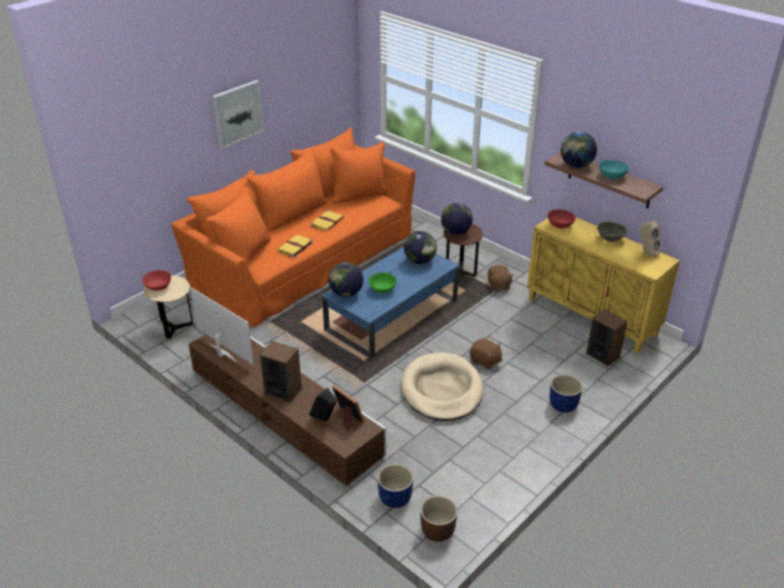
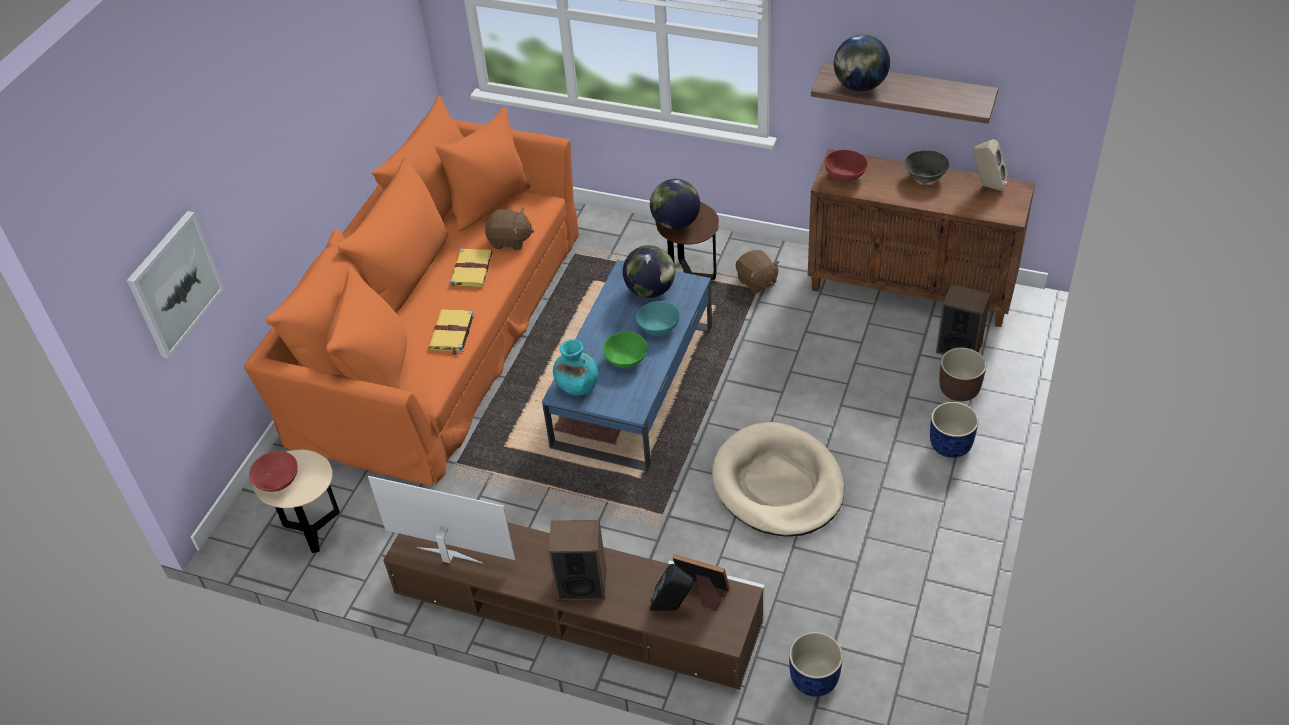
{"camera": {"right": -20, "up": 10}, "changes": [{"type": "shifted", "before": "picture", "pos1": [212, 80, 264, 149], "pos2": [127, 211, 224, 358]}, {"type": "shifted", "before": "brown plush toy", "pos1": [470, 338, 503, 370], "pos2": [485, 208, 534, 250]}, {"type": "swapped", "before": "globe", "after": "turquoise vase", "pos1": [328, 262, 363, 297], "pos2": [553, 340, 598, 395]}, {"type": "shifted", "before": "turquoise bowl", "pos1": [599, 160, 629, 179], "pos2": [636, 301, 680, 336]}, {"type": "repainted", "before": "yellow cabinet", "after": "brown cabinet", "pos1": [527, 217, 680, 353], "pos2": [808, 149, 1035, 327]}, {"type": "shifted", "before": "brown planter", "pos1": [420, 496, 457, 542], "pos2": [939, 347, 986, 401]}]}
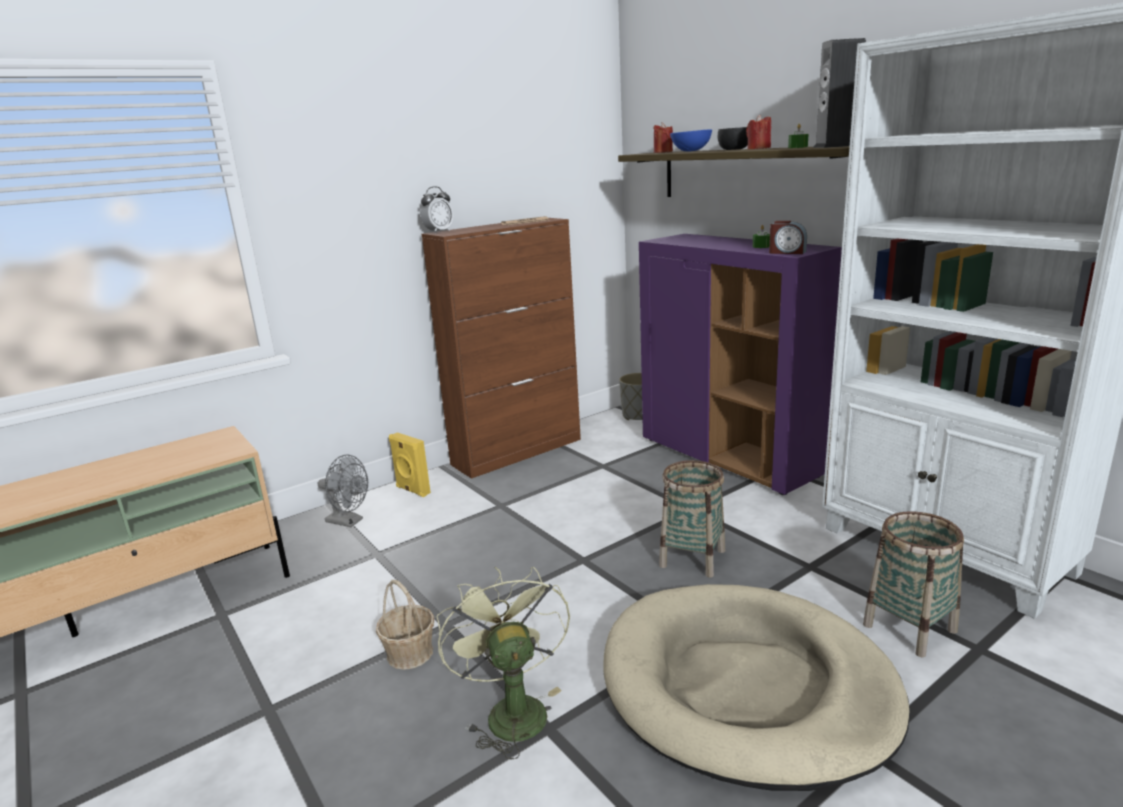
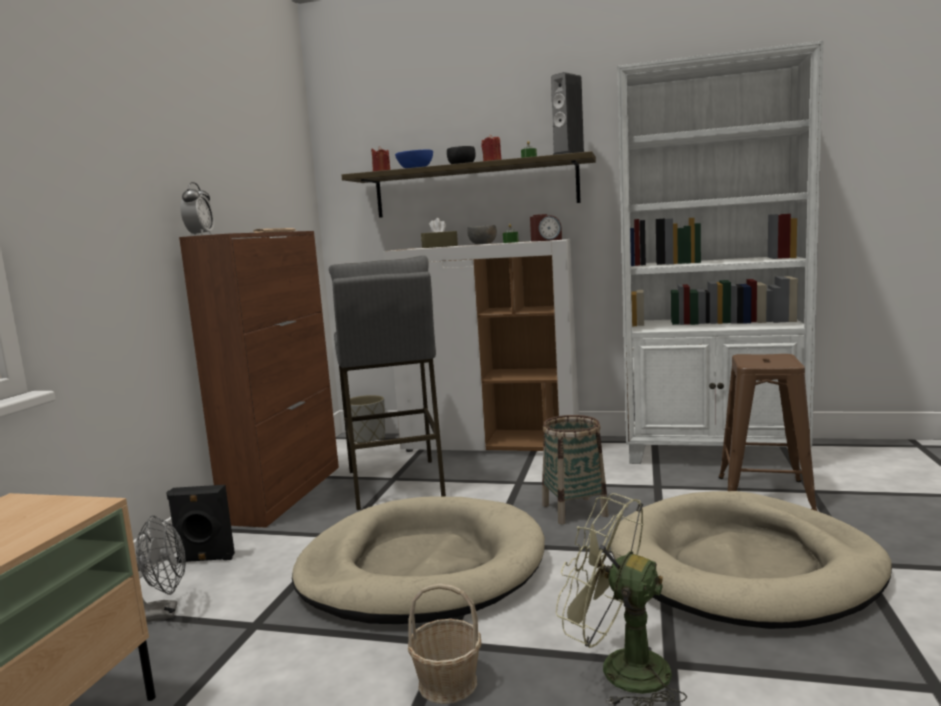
{"camera": {"right": -40, "up": -10}, "changes": [{"type": "repainted", "before": "yellow speaker", "after": "black speaker", "pos1": [389, 433, 431, 497], "pos2": [166, 485, 235, 563]}, {"type": "new", "after": "beige dog bed", "pos2": [292, 496, 545, 624]}, {"type": "new", "after": "grey stool", "pos2": [329, 255, 446, 510]}, {"type": "repainted", "before": "purple cabinet", "after": "white cabinet", "pos1": [639, 234, 842, 495], "pos2": [383, 239, 579, 452]}, {"type": "new", "after": "brown tissue box", "pos2": [421, 218, 458, 248]}, {"type": "new", "after": "grey bowl", "pos2": [467, 225, 497, 244]}, {"type": "swapped", "before": "basket", "after": "brown stool", "pos1": [863, 511, 964, 657], "pos2": [718, 354, 817, 511]}]}
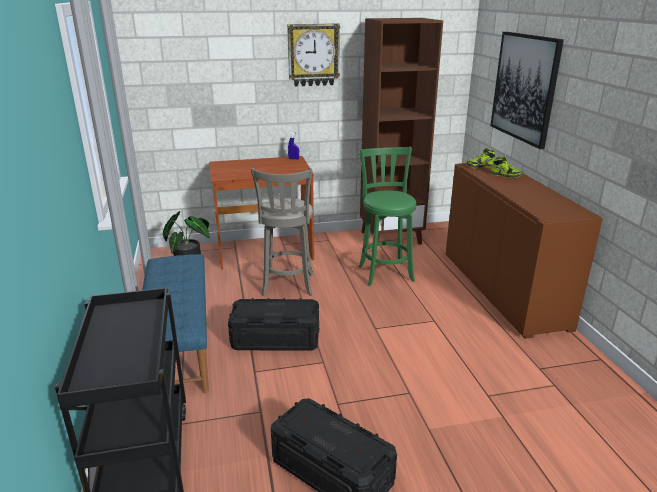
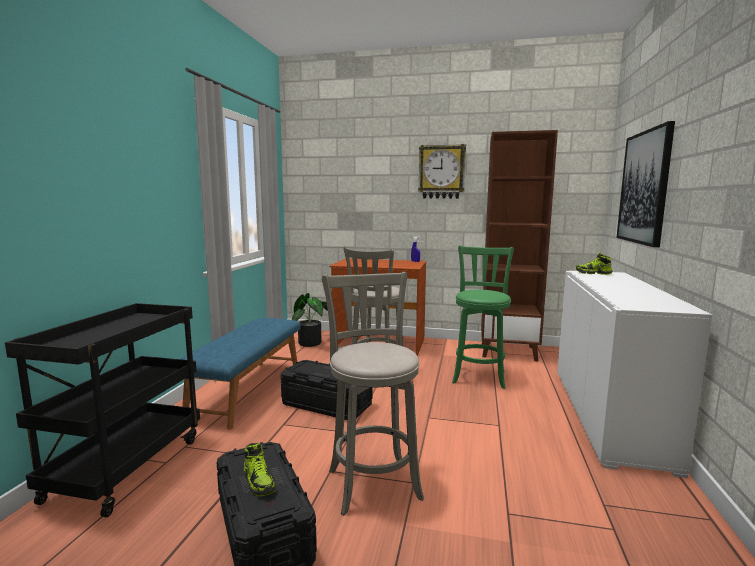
{"camera": {"right": 25, "up": -15}, "changes": [{"type": "shifted", "before": "shoe", "pos1": [490, 155, 523, 178], "pos2": [244, 443, 276, 496]}, {"type": "new", "after": "grey stool", "pos2": [322, 272, 424, 515]}, {"type": "repainted", "before": "brown cabinet", "after": "white cabinet", "pos1": [446, 163, 603, 339], "pos2": [557, 271, 712, 478]}]}
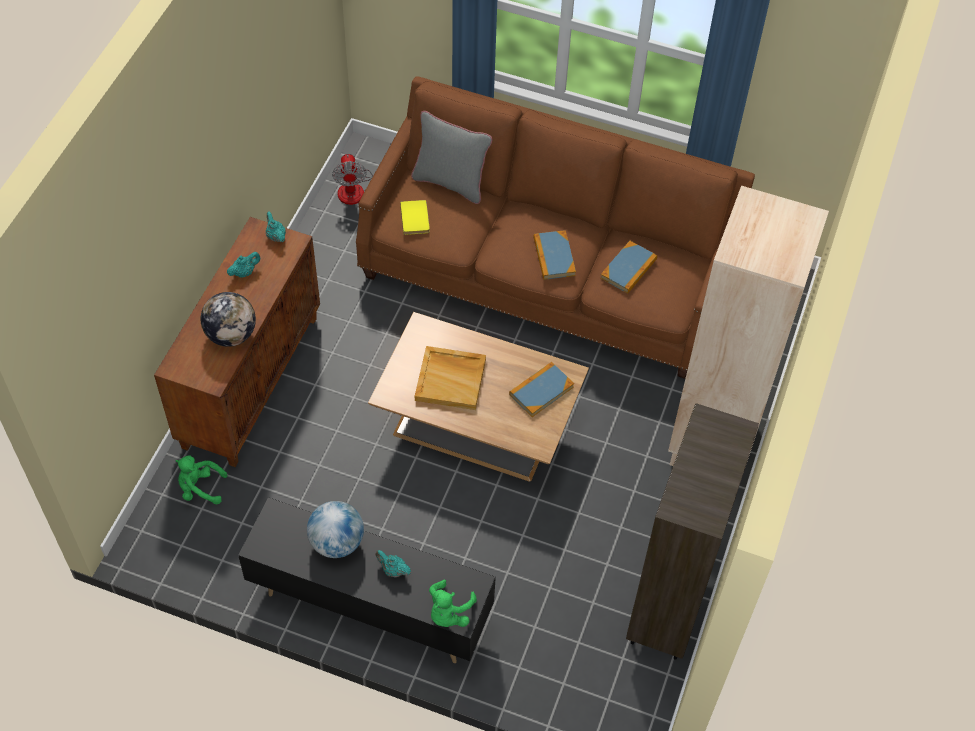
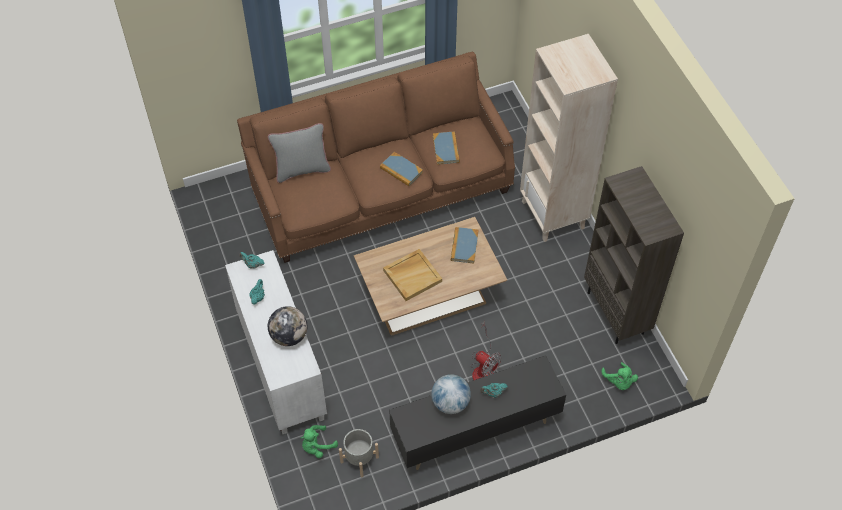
{"camera": {"right": -40, "up": 0}, "changes": [{"type": "repainted", "before": "brown cabinet", "after": "white cabinet", "pos1": [154, 217, 320, 467], "pos2": [225, 250, 327, 434]}, {"type": "new", "after": "grey planter", "pos2": [339, 429, 379, 477]}, {"type": "shifted", "before": "fan", "pos1": [332, 143, 391, 205], "pos2": [470, 320, 502, 381]}, {"type": "shifted", "before": "green plush toy", "pos1": [429, 579, 477, 627], "pos2": [601, 362, 638, 390]}, {"type": "gone", "before": "yellow book", "pos1": [400, 200, 430, 235]}]}
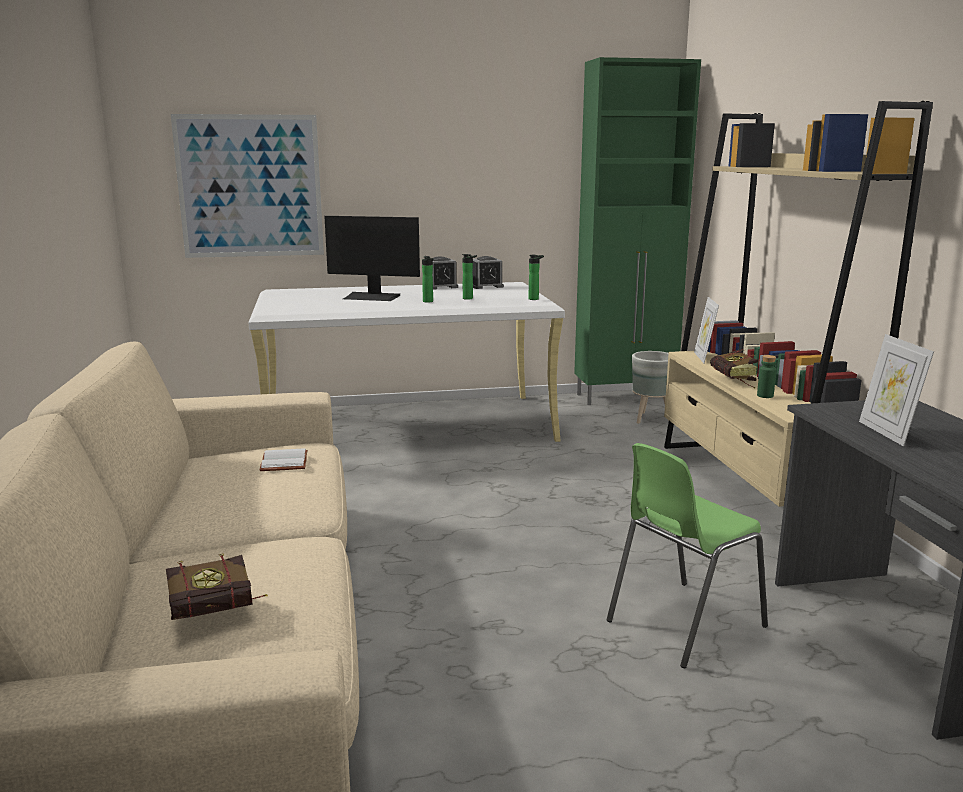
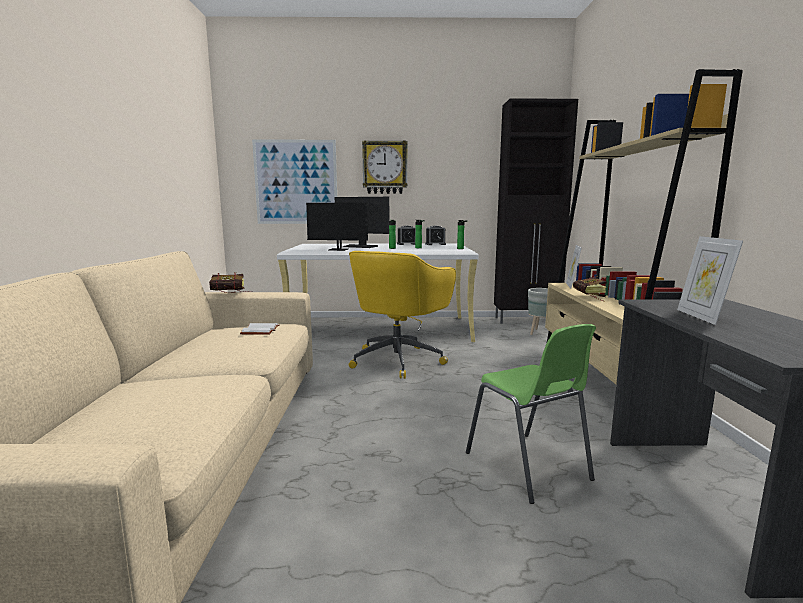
{"camera": {"right": 10, "up": -5}, "changes": [{"type": "shifted", "before": "book", "pos1": [166, 553, 268, 620], "pos2": [209, 272, 252, 293]}, {"type": "new", "after": "monitor", "pos2": [306, 203, 388, 251]}, {"type": "new", "after": "yellow office chair", "pos2": [349, 251, 456, 379]}, {"type": "new", "after": "wall clock", "pos2": [362, 140, 408, 194]}, {"type": "rotated", "before": "green chair", "pos1": [607, 443, 768, 668], "pos2": [466, 324, 596, 504], "turn": -90}, {"type": "repainted", "before": "green cabinet", "after": "black cabinet", "pos1": [574, 57, 701, 405], "pos2": [494, 99, 578, 324]}, {"type": "gone", "before": "green bottle", "pos1": [757, 355, 776, 398]}]}
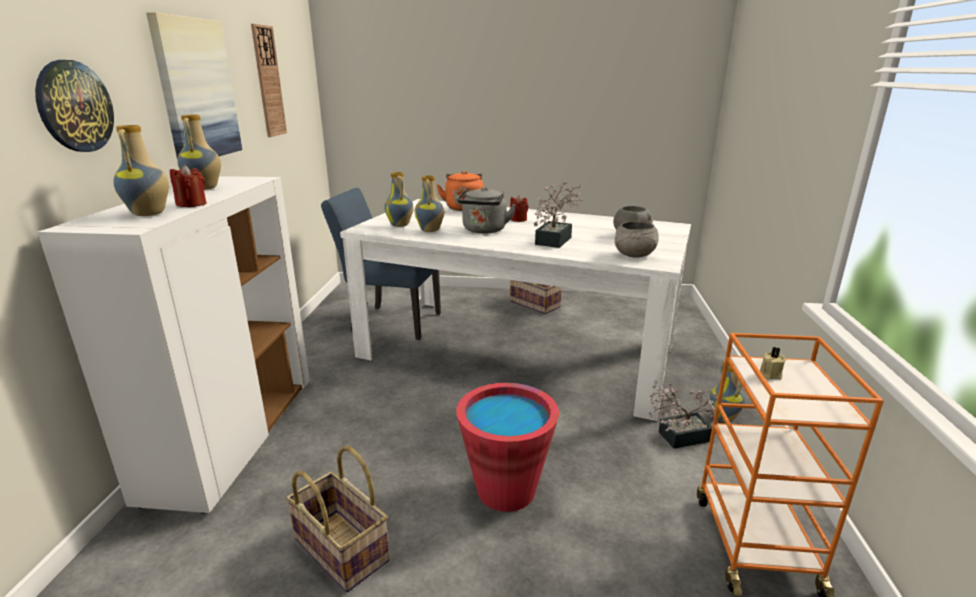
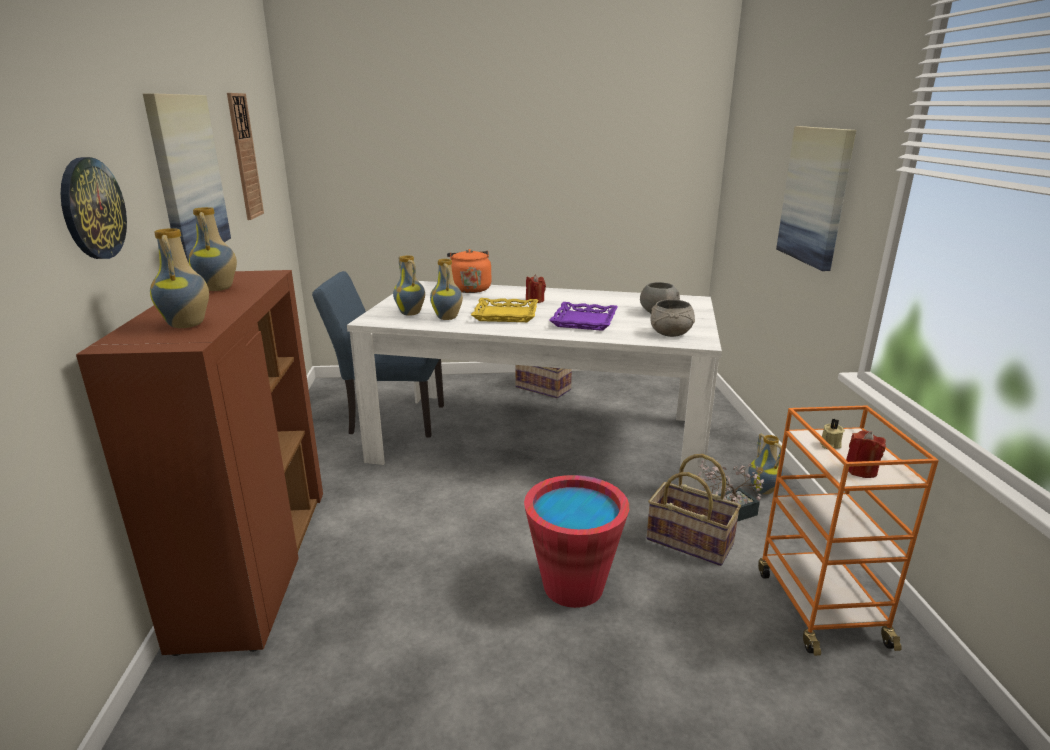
{"camera": {"right": -10, "up": 0}, "changes": [{"type": "repainted", "before": "white cabinet", "after": "brown cabinet", "pos1": [38, 176, 310, 514], "pos2": [76, 270, 323, 656]}, {"type": "swapped", "before": "grey kettle", "after": "yellow tray", "pos1": [457, 187, 516, 234], "pos2": [471, 298, 538, 322]}, {"type": "swapped", "before": "potted plant", "after": "purple tray", "pos1": [534, 181, 582, 248], "pos2": [549, 302, 618, 331]}, {"type": "shifted", "before": "basket", "pos1": [286, 446, 390, 592], "pos2": [647, 454, 741, 566]}, {"type": "new", "after": "picture", "pos2": [776, 126, 856, 271]}, {"type": "shifted", "before": "red candle", "pos1": [170, 165, 207, 207], "pos2": [846, 430, 886, 478]}]}
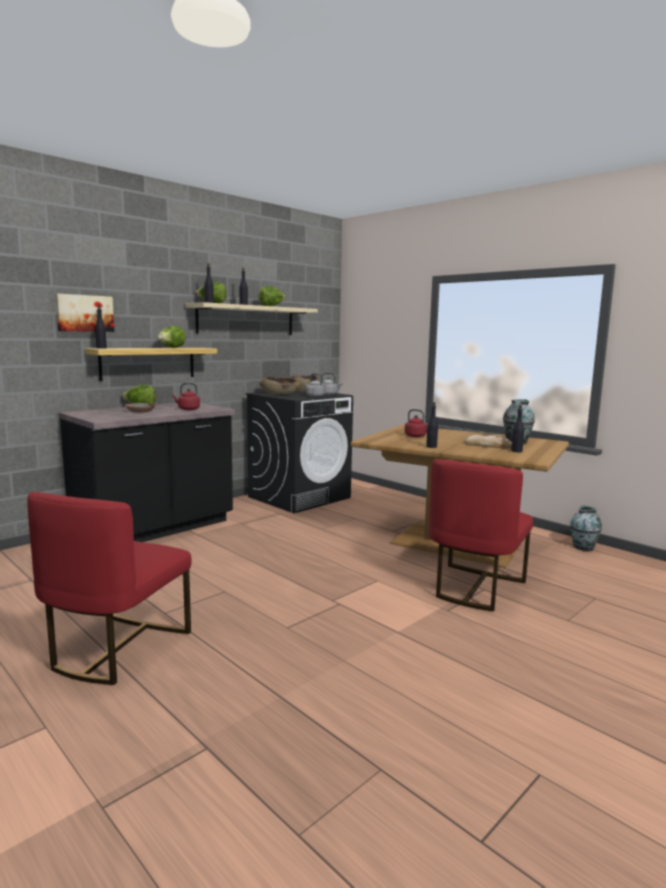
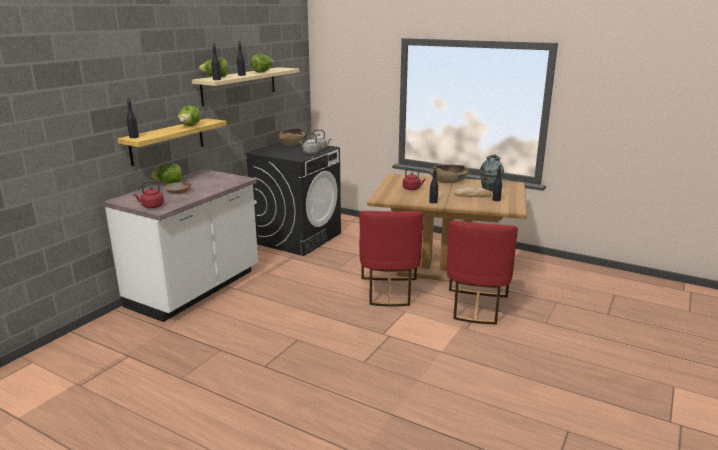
{"camera": {"right": -15, "up": 10}, "changes": [{"type": "repainted", "before": "black counter", "after": "white counter", "pos1": [58, 403, 235, 542], "pos2": [103, 169, 258, 322]}, {"type": "shifted", "before": "red kettle", "pos1": [172, 383, 200, 410], "pos2": [133, 180, 164, 208]}, {"type": "shifted", "before": "red chair", "pos1": [27, 492, 191, 685], "pos2": [359, 211, 424, 307]}, {"type": "shifted", "before": "brown bowl", "pos1": [259, 377, 300, 394], "pos2": [430, 165, 469, 183]}, {"type": "gone", "before": "picture", "pos1": [56, 293, 114, 332]}, {"type": "gone", "before": "vase", "pos1": [570, 505, 602, 551]}]}
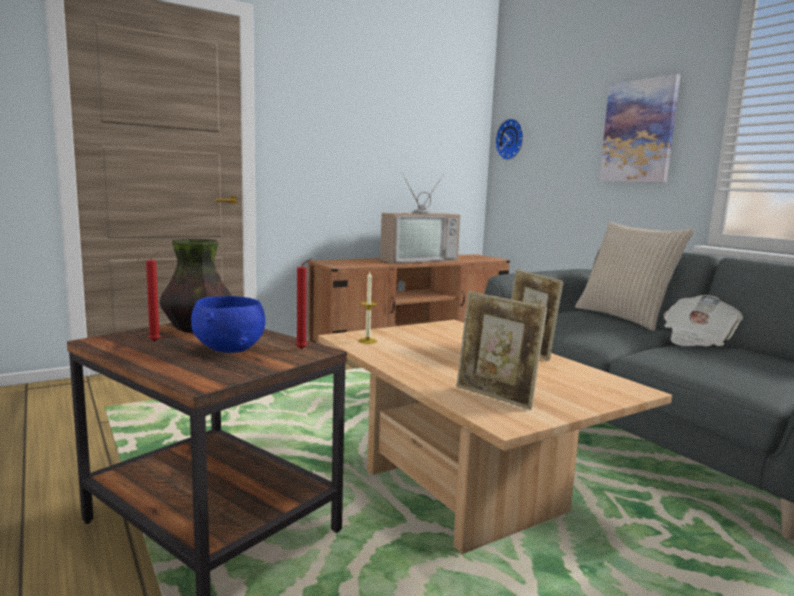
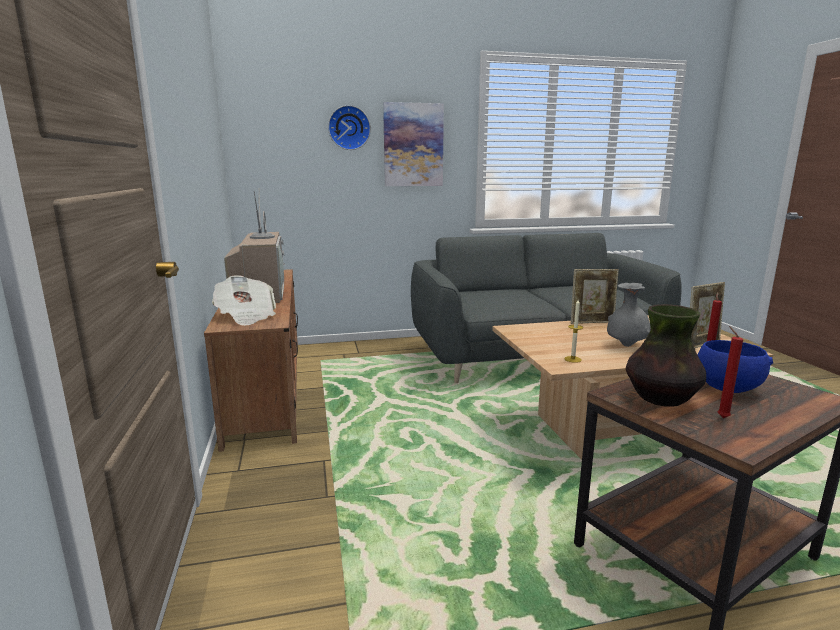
{"camera": {"right": -70, "up": 5}, "changes": [{"type": "shifted", "before": "newspaper", "pos1": [663, 295, 743, 346], "pos2": [212, 275, 276, 326]}, {"type": "shifted", "before": "wall clock", "pos1": [495, 118, 524, 160], "pos2": [328, 105, 371, 150]}, {"type": "new", "after": "grey vase", "pos2": [607, 283, 651, 347]}, {"type": "gone", "before": "beige pillow", "pos1": [575, 222, 695, 331]}]}
